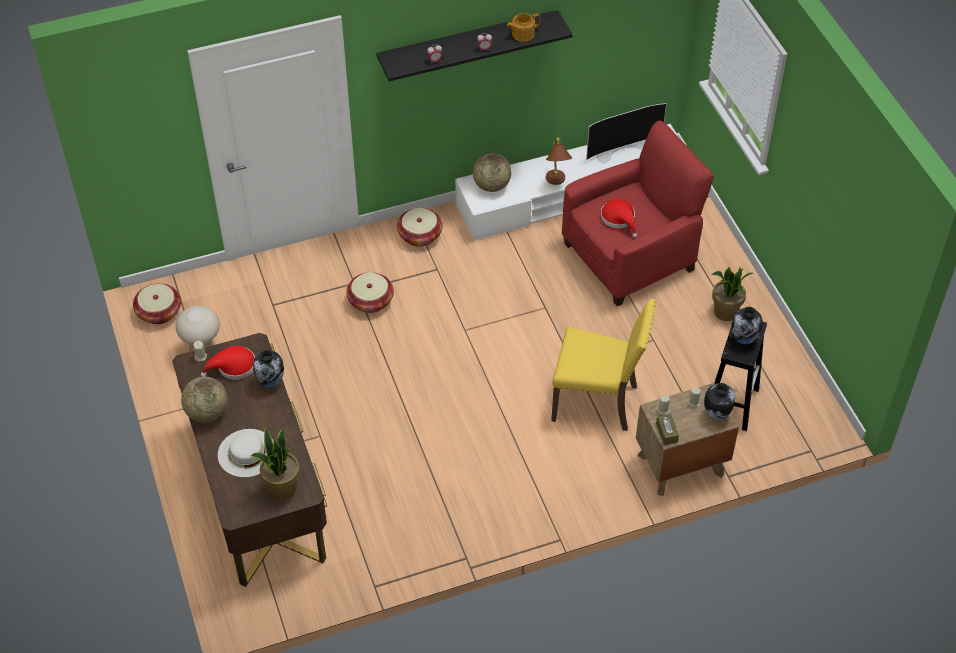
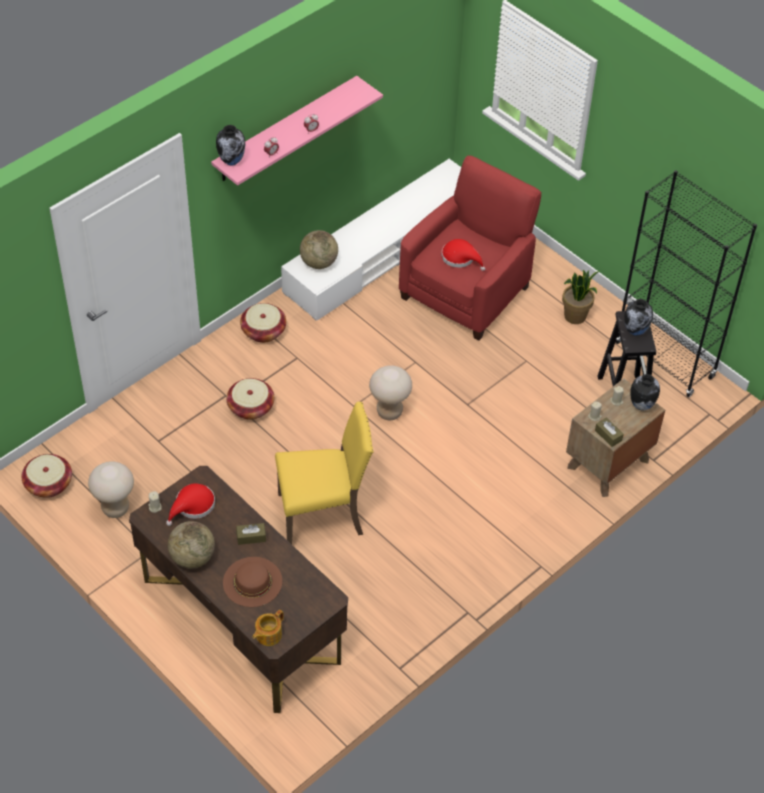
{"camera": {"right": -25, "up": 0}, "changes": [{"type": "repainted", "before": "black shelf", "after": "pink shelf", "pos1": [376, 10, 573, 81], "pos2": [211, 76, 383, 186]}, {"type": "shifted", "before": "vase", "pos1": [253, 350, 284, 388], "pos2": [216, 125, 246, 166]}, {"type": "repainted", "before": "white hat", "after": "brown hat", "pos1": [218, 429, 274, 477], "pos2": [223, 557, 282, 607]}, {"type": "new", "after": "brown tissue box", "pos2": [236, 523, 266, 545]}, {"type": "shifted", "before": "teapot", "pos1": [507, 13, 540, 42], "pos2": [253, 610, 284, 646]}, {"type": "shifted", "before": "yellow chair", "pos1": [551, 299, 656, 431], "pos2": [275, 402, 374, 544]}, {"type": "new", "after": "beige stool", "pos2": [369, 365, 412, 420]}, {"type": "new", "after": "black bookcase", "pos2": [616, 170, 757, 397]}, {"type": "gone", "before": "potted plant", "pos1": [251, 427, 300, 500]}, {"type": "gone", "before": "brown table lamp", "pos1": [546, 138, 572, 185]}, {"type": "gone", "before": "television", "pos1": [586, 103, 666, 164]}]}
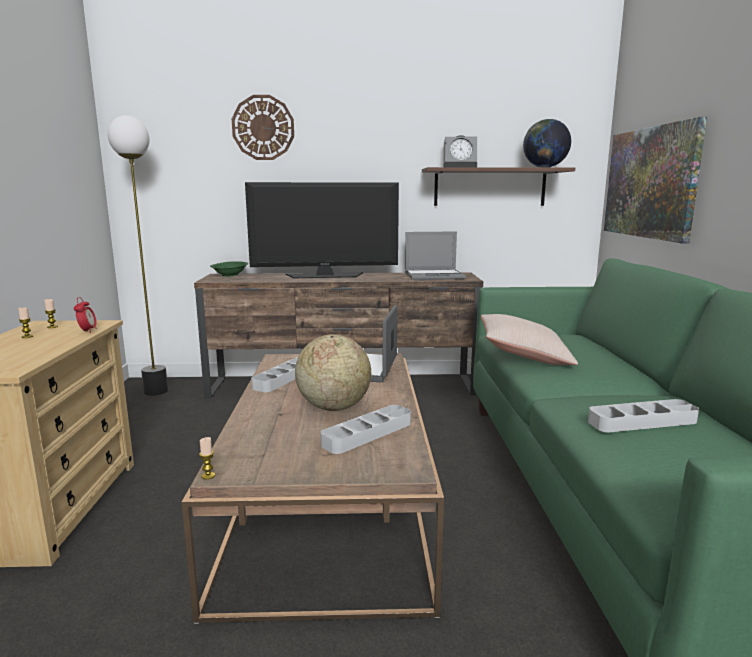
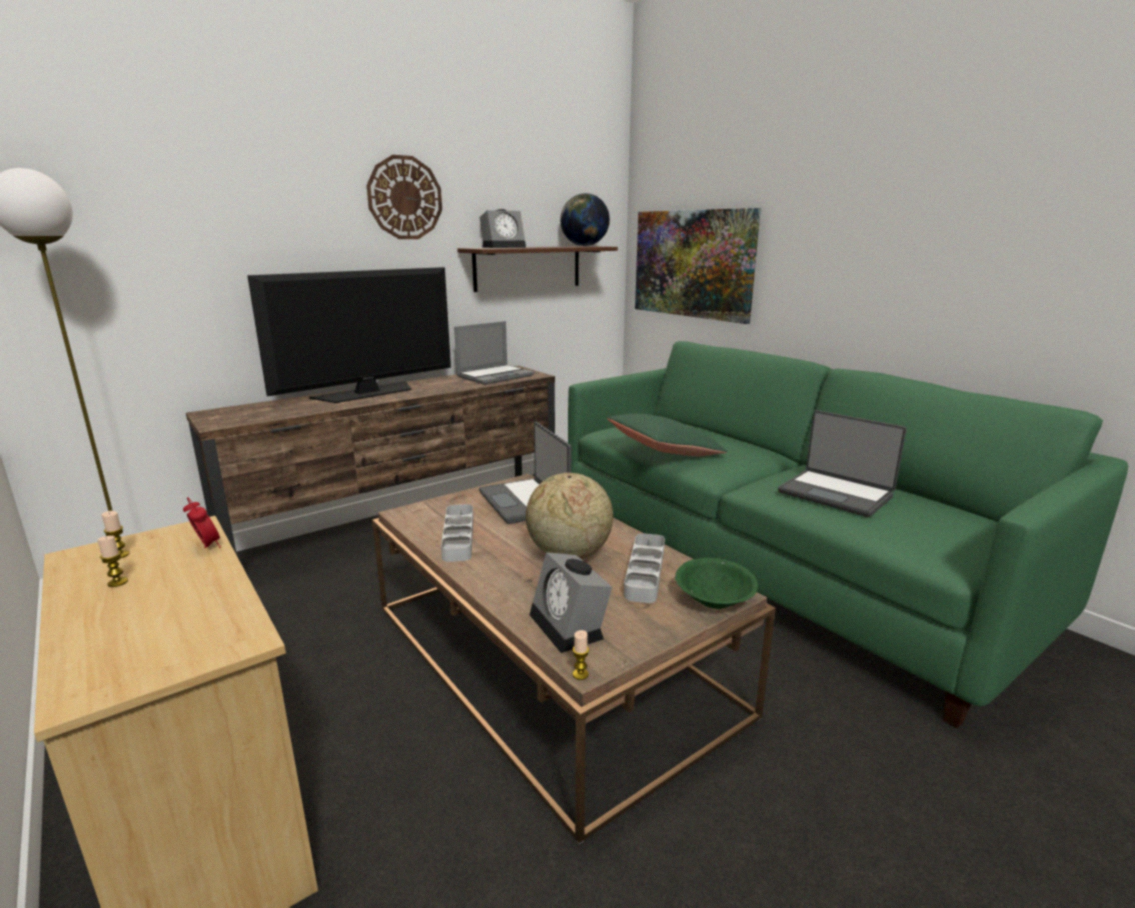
{"camera": {"right": -35, "up": 5}, "changes": [{"type": "shifted", "before": "wall clock", "pos1": [232, 95, 294, 160], "pos2": [367, 155, 442, 239]}, {"type": "new", "after": "alarm clock", "pos2": [530, 552, 612, 653]}, {"type": "repainted", "before": "beige pillow", "after": "green pillow", "pos1": [481, 314, 578, 365], "pos2": [607, 414, 727, 456]}, {"type": "shifted", "before": "green bowl", "pos1": [210, 261, 248, 277], "pos2": [675, 558, 758, 609]}, {"type": "swapped", "before": "grey tray", "after": "laptop", "pos1": [588, 399, 699, 432], "pos2": [778, 410, 907, 517]}]}
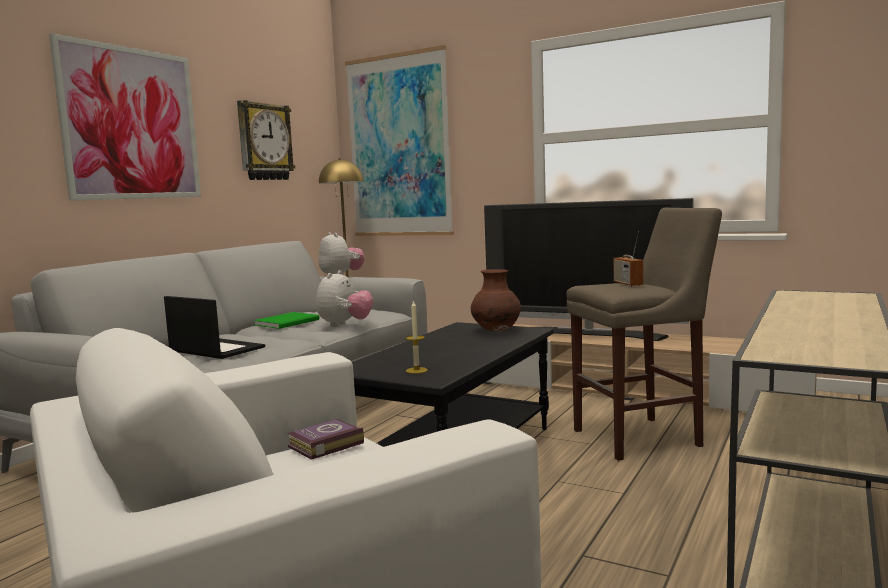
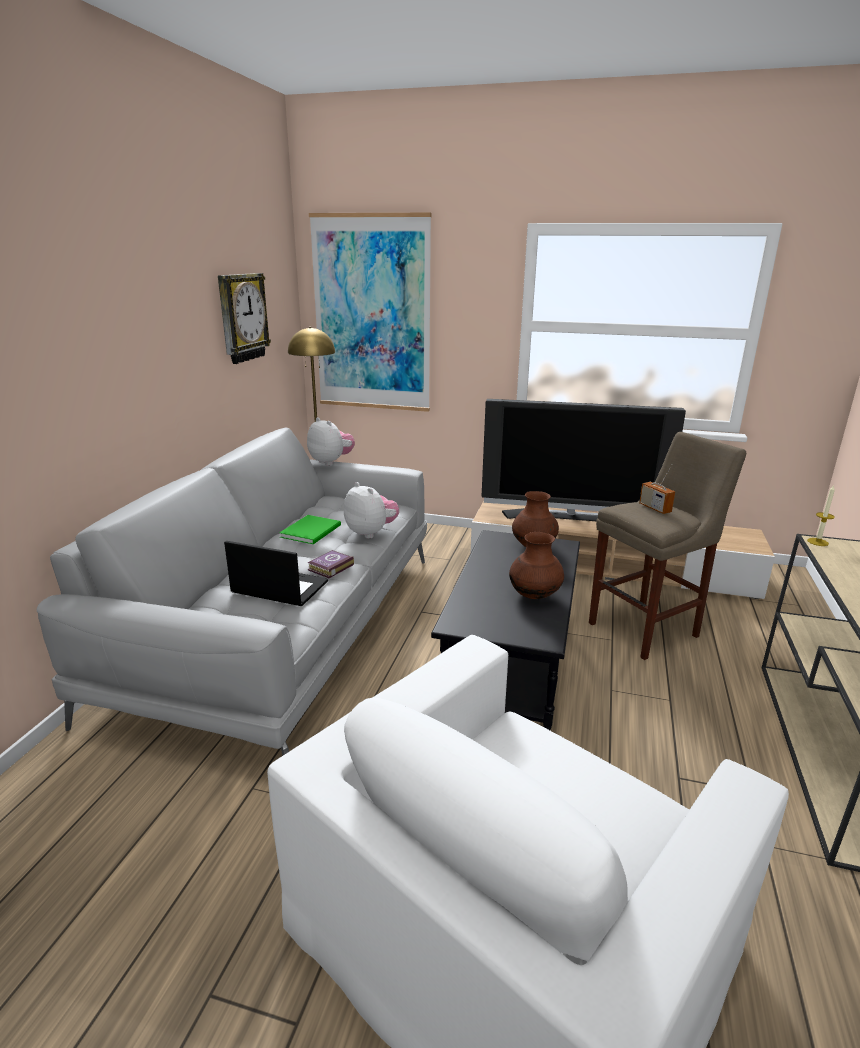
{"camera": {"right": -15, "up": 15}, "changes": [{"type": "shifted", "before": "book", "pos1": [287, 419, 364, 460], "pos2": [308, 550, 354, 578]}, {"type": "rotated", "before": "plush toy", "pos1": [316, 270, 373, 327], "pos2": [344, 482, 399, 539], "turn": -45}, {"type": "new", "after": "brown vase", "pos2": [509, 532, 564, 599]}, {"type": "shifted", "before": "candle", "pos1": [406, 301, 428, 374], "pos2": [807, 485, 835, 546]}, {"type": "gone", "before": "picture", "pos1": [49, 33, 201, 201]}]}
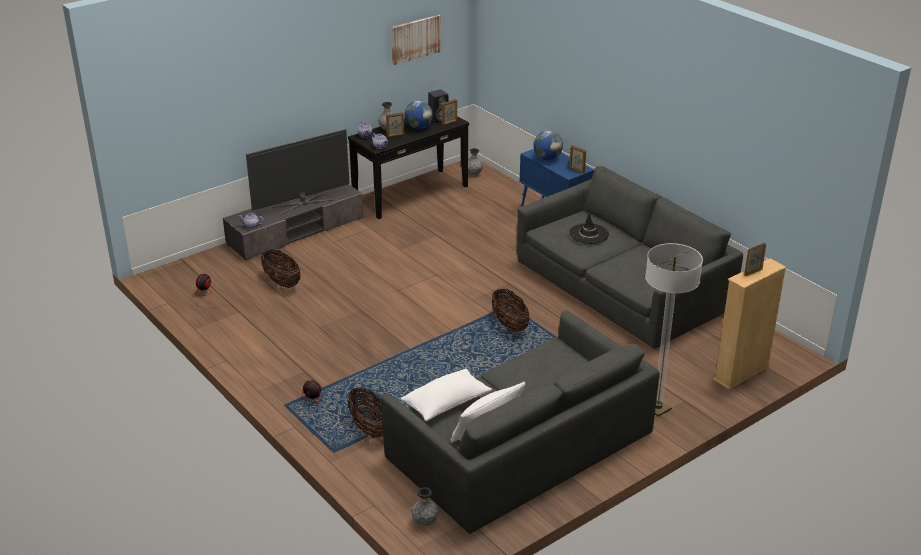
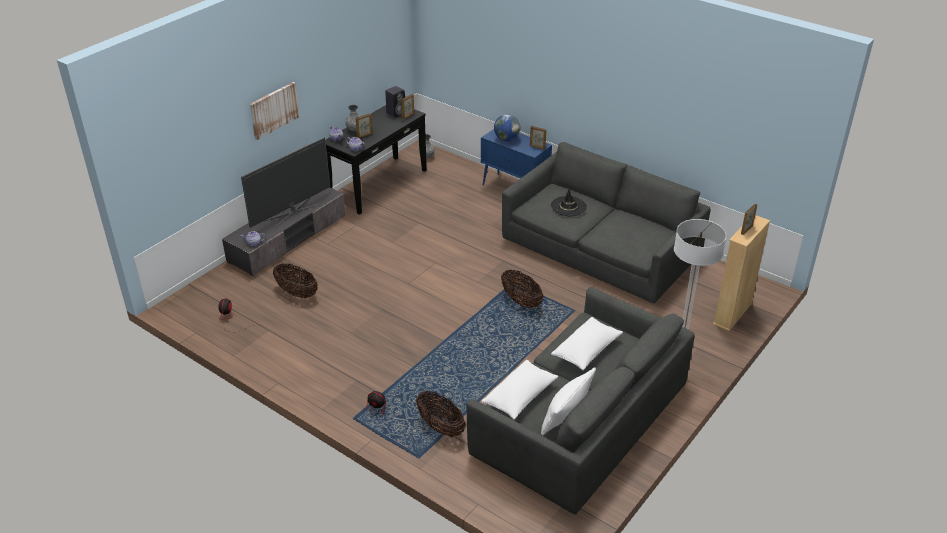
{"camera": {"right": -15, "up": 5}, "changes": [{"type": "shifted", "before": "picture", "pos1": [391, 15, 441, 65], "pos2": [250, 82, 300, 140]}, {"type": "new", "after": "white pillow", "pos2": [551, 317, 623, 370]}, {"type": "gone", "before": "globe", "pos1": [404, 100, 433, 129]}, {"type": "gone", "before": "grey vase", "pos1": [411, 487, 439, 526]}]}
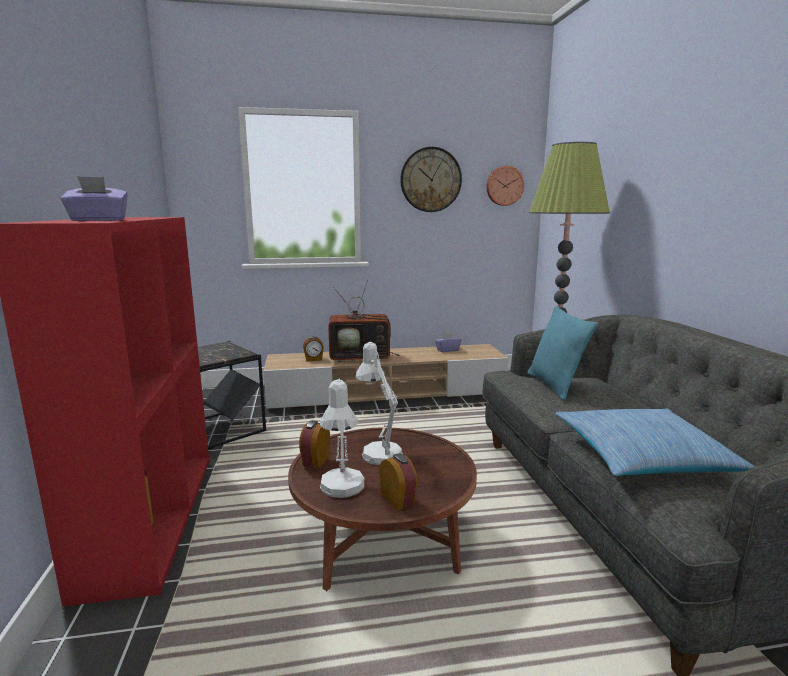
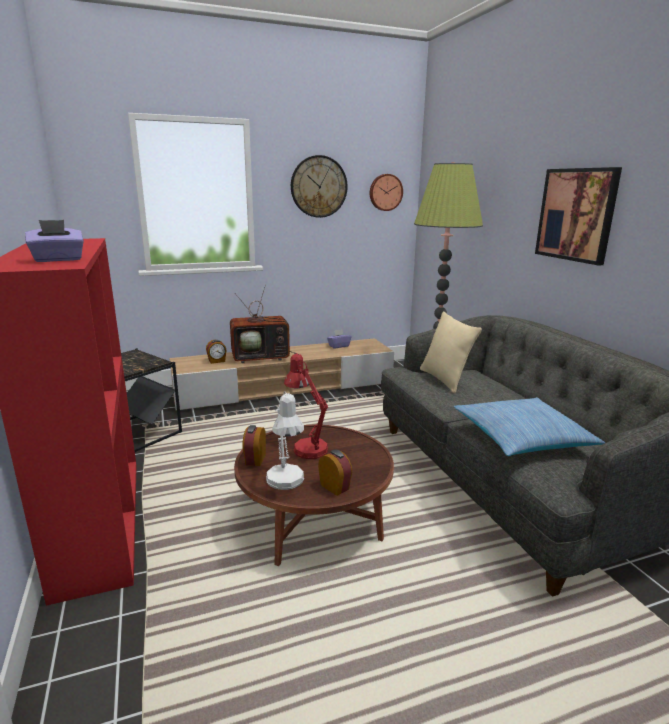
{"camera": {"right": -10, "up": 5}, "changes": [{"type": "repainted", "before": "white table lamp", "after": "red table lamp", "pos1": [356, 342, 403, 465], "pos2": [284, 354, 328, 459]}, {"type": "repainted", "before": "turquoise pillow", "after": "beige pillow", "pos1": [527, 306, 598, 401], "pos2": [420, 311, 482, 393]}, {"type": "new", "after": "picture", "pos2": [535, 167, 622, 266]}]}
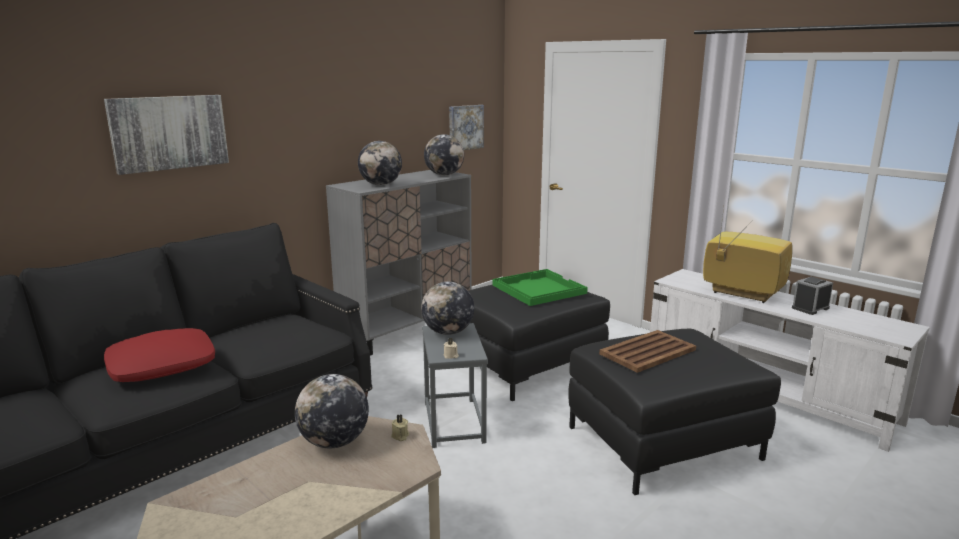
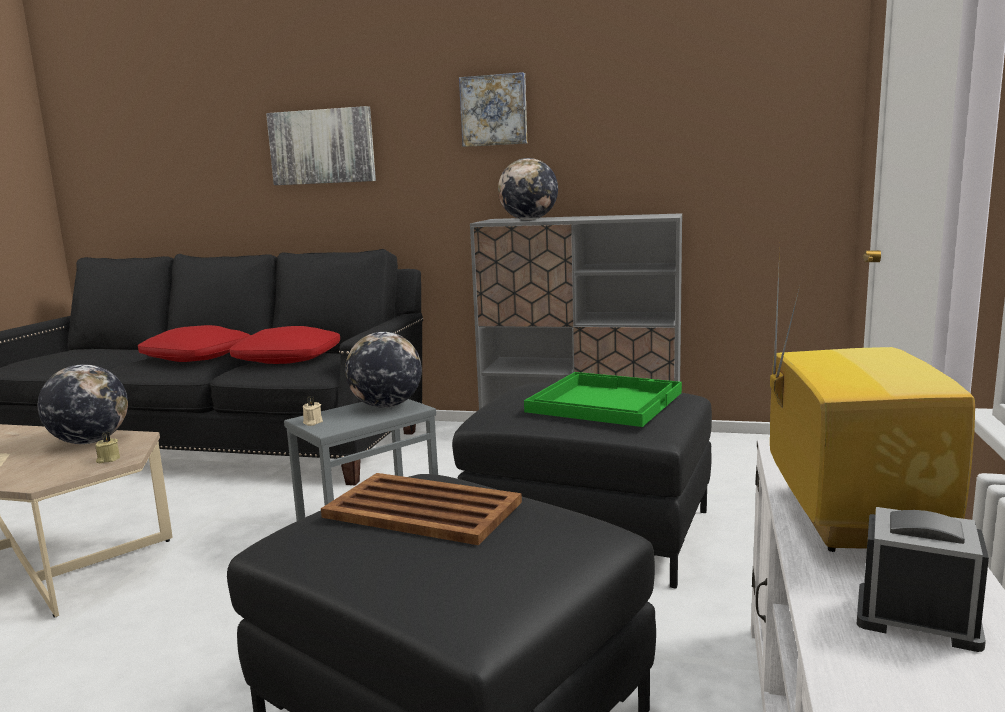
{"camera": {"right": 60, "up": -5}, "changes": [{"type": "new", "after": "red pillow", "pos2": [230, 326, 340, 364]}, {"type": "shifted", "before": "picture", "pos1": [449, 105, 484, 150], "pos2": [459, 72, 527, 147]}, {"type": "gone", "before": "globe", "pos1": [424, 134, 464, 175]}]}
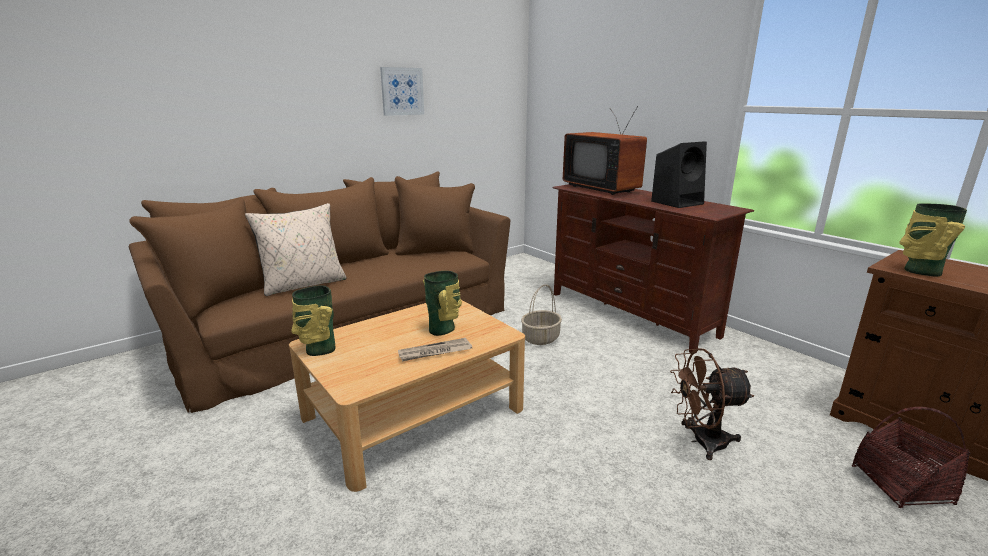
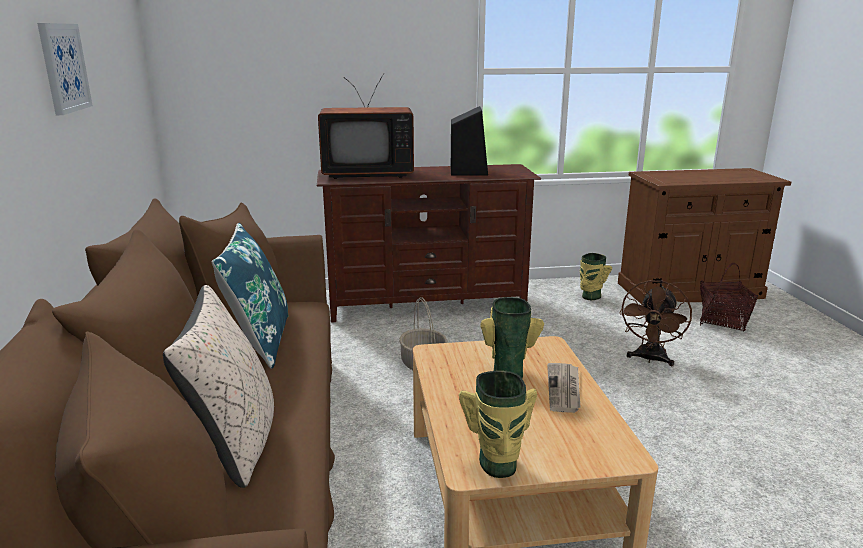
{"camera": {"right": -60, "up": 0}, "changes": [{"type": "new", "after": "blue pillow", "pos2": [212, 223, 288, 369]}, {"type": "shifted", "before": "vase", "pos1": [900, 203, 967, 277], "pos2": [580, 253, 612, 300]}]}
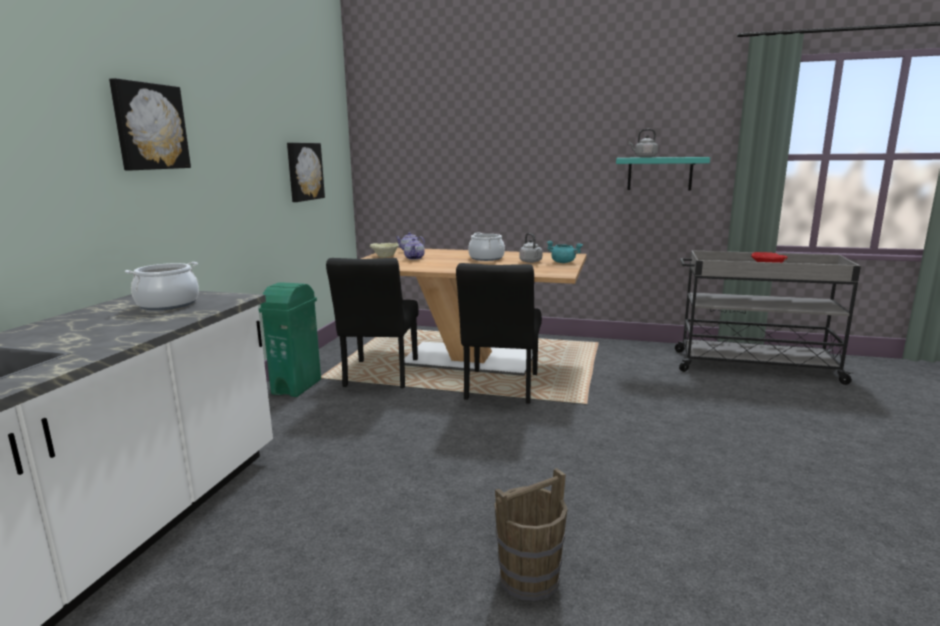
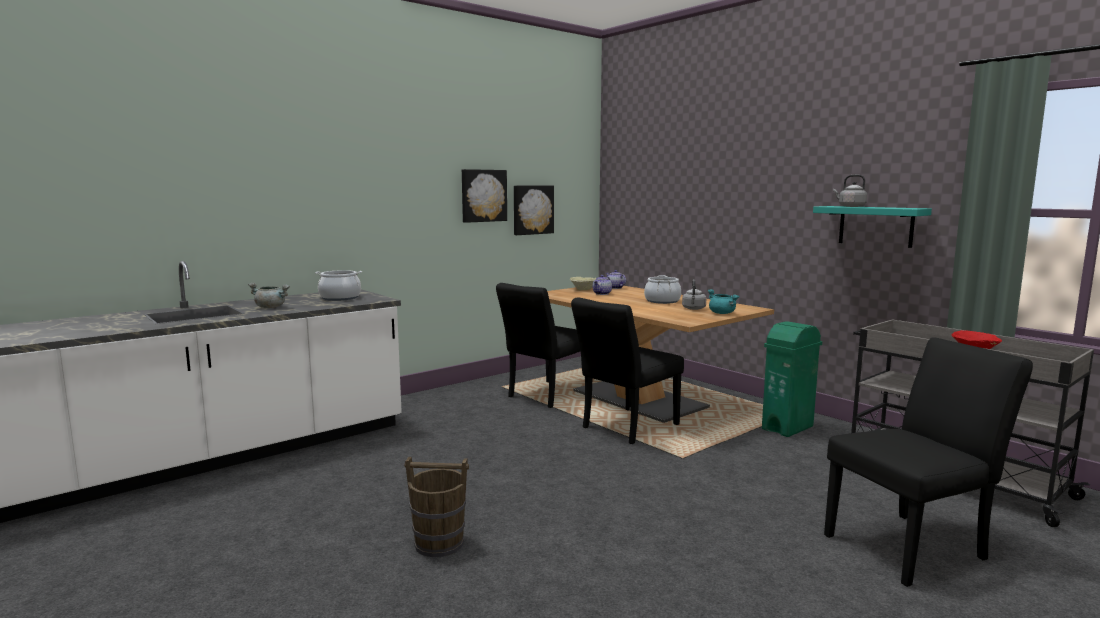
{"camera": {"right": 35, "up": -5}, "changes": [{"type": "new", "after": "grey cooking pot", "pos2": [248, 282, 290, 308]}, {"type": "shifted", "before": "picture", "pos1": [109, 78, 191, 170], "pos2": [462, 169, 507, 223]}, {"type": "shifted", "before": "green trash can", "pos1": [259, 282, 321, 397], "pos2": [762, 321, 822, 437]}, {"type": "new", "after": "black chair", "pos2": [824, 337, 1033, 587]}]}
